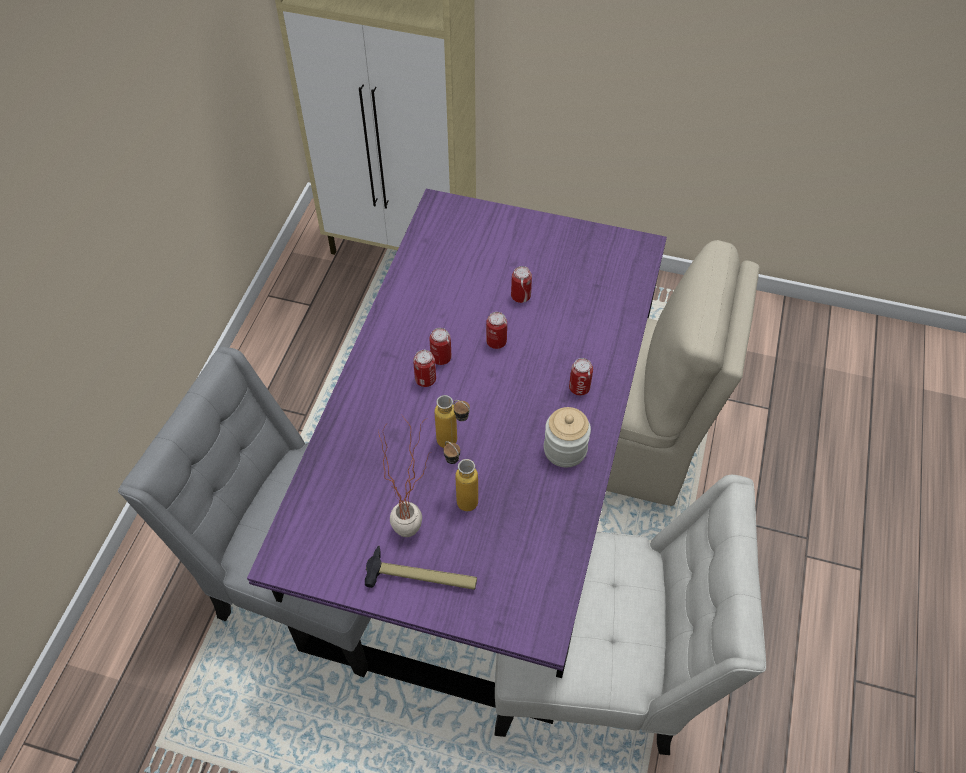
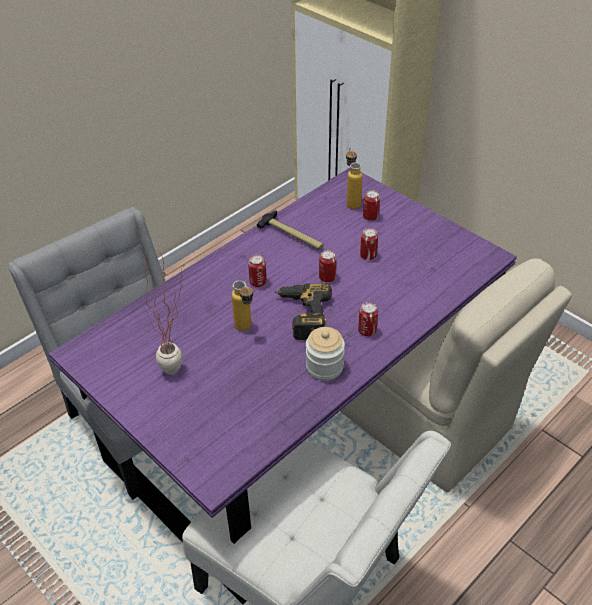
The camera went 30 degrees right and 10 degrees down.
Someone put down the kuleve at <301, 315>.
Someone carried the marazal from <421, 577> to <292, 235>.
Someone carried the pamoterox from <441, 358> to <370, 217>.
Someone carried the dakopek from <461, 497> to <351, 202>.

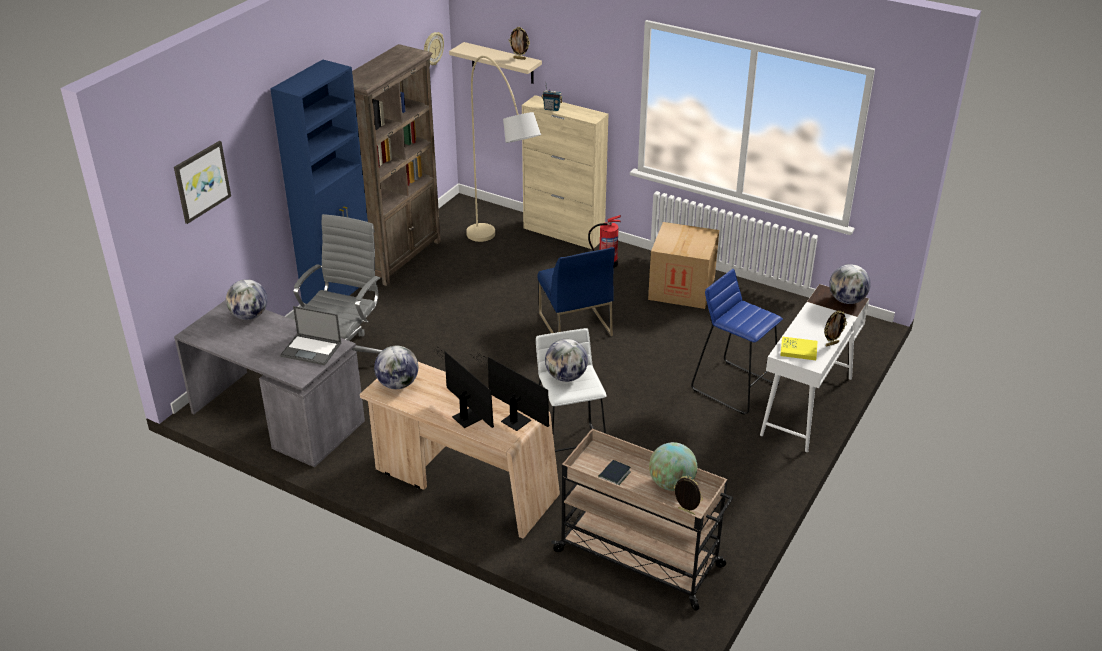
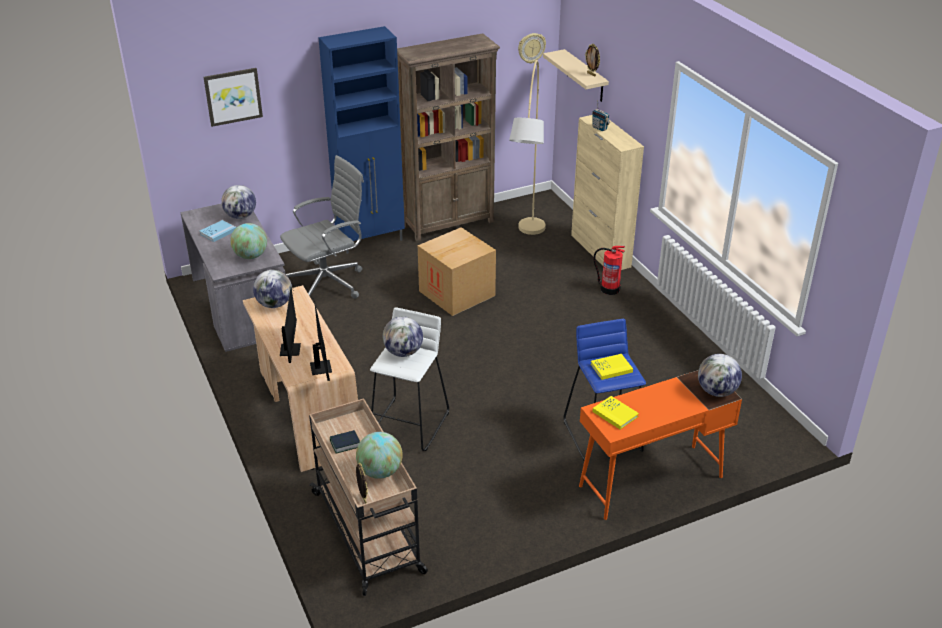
The camera went 35 degrees right and 0 degrees up.
Someone took away the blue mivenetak at <574, 324>.
Someone took away the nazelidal at <831, 344>.
Someone put down the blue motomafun at <218, 232>.
Someone put down the yellow motomafun at <611, 368>.
Someone carried the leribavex from <681, 288> to <457, 293>.
Someone swapped the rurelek at <312, 349> for the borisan at <251, 256>.
Someone repainted the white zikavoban at <807, 406>, which became the orange zikavoban at <650, 481>.

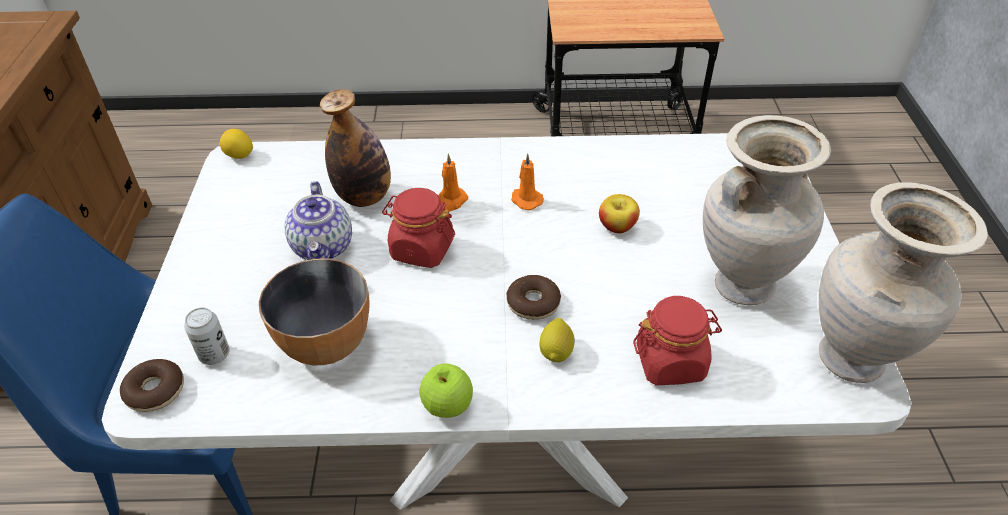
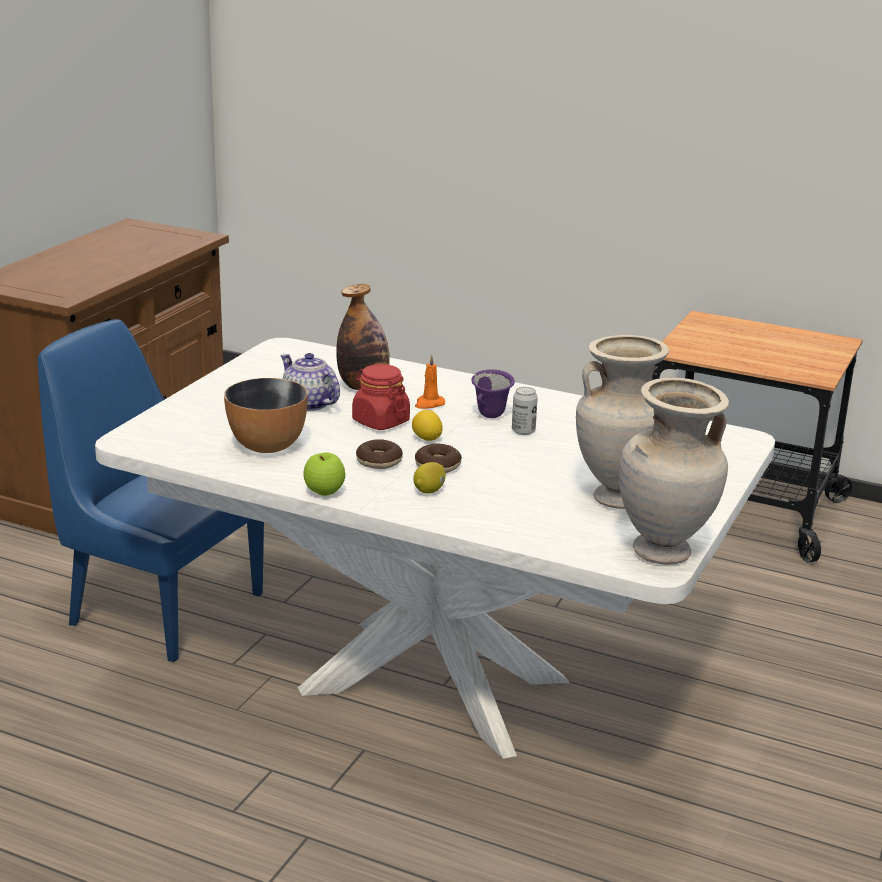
The camera went 25 degrees right and 20 degrees down.
Someone took away the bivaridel at <617, 226>.
Someone took away the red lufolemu at <671, 362>.
Someone carried the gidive from <155, 391> to <379, 461>.
Someone carried the pamoterox from <214, 355> to <523, 431>.
Someone carried the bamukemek from <239, 156> to <426, 439>.
Someone swapped the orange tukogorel at <525, 200> for the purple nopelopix at <491, 417>.
Someone rotated the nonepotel at <324, 247> by 120 degrees clockwise.

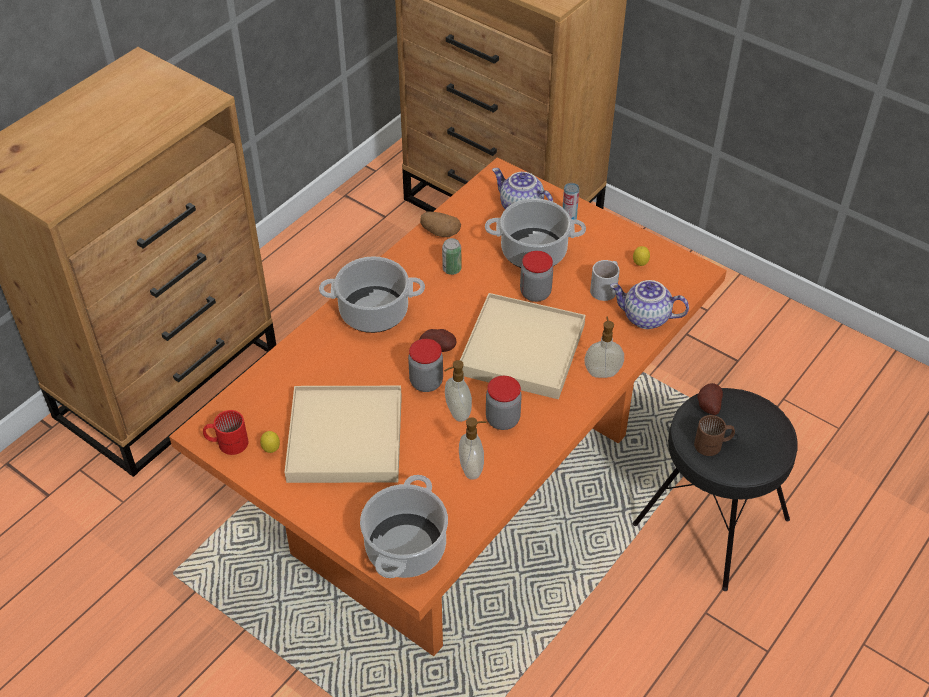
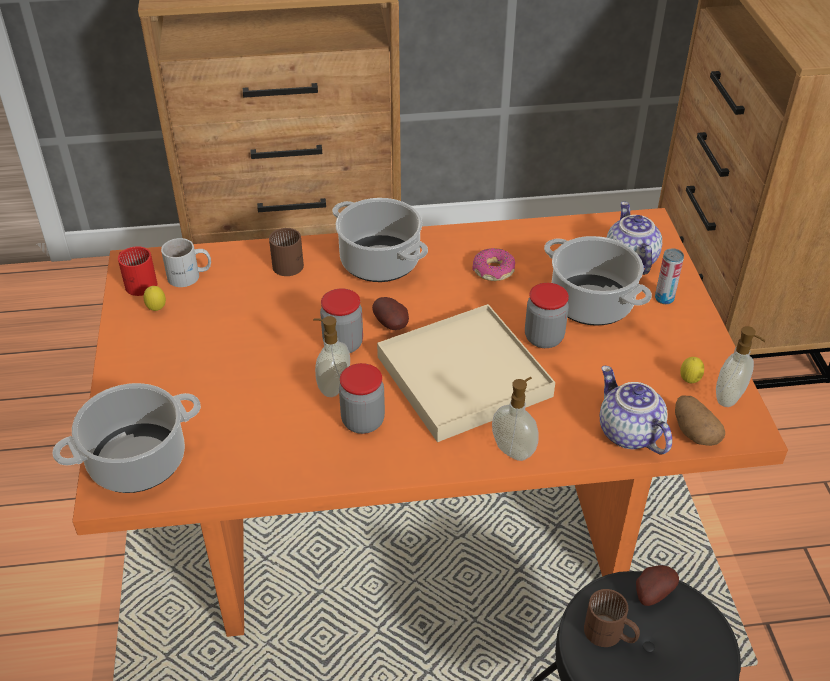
The camera went 45 degrees right and 5 degrees down.
Someone took away the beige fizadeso at <345, 438>.
Someone put down the brown nopelopix at <290, 262>.
Someone carried the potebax from <440, 232> to <693, 432>.
Someone carried the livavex from <472, 469> to <730, 398>.
Someone carried the white nopelopix from <606, 288> to <190, 276>.
Someone swapped the pamoterox at <452, 269> for the gidive at <493, 271>.

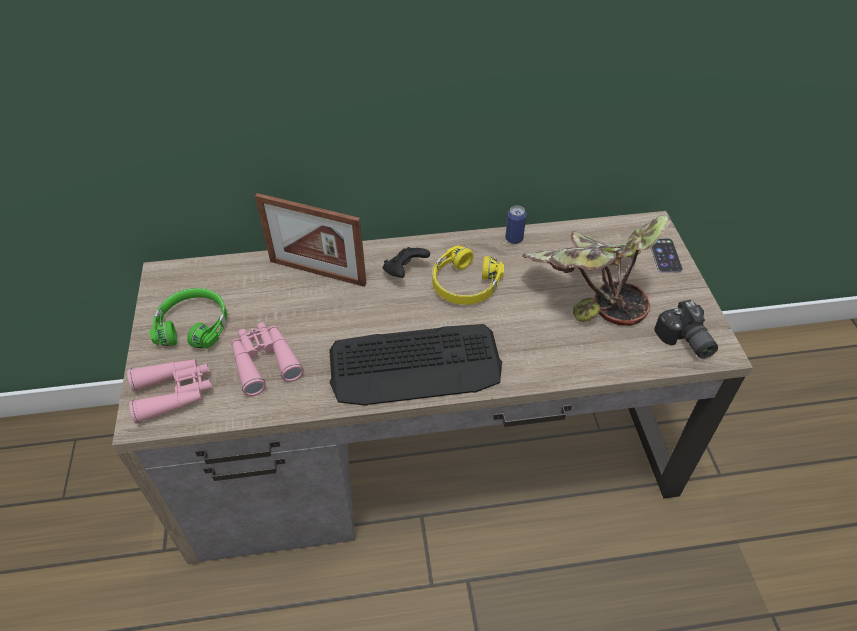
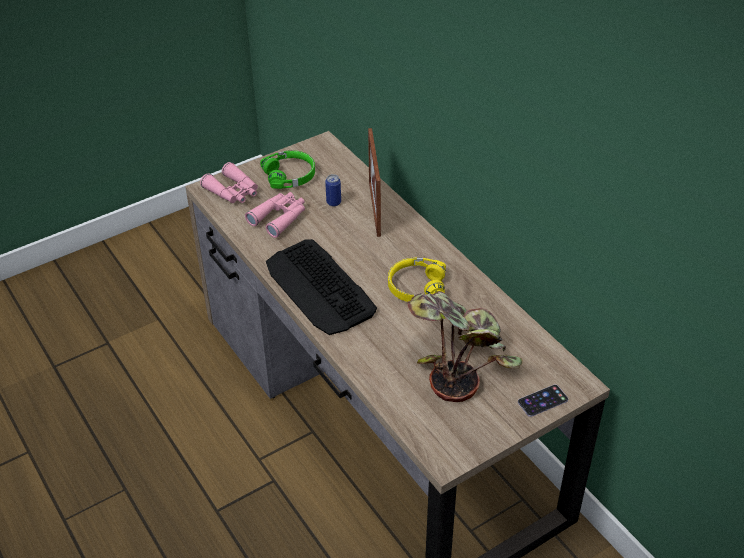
The camera went 65 degrees right and 5 degrees down.
Someone took away the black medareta at <404, 271>.
Someone took away the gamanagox at <684, 341>.
Someone carried the pamoterox from <514, 239> to <333, 202>.

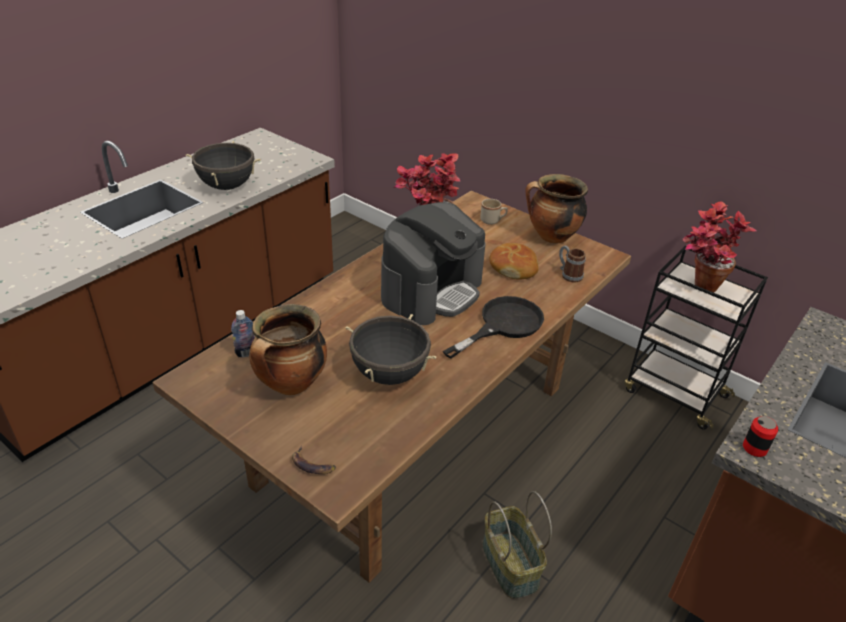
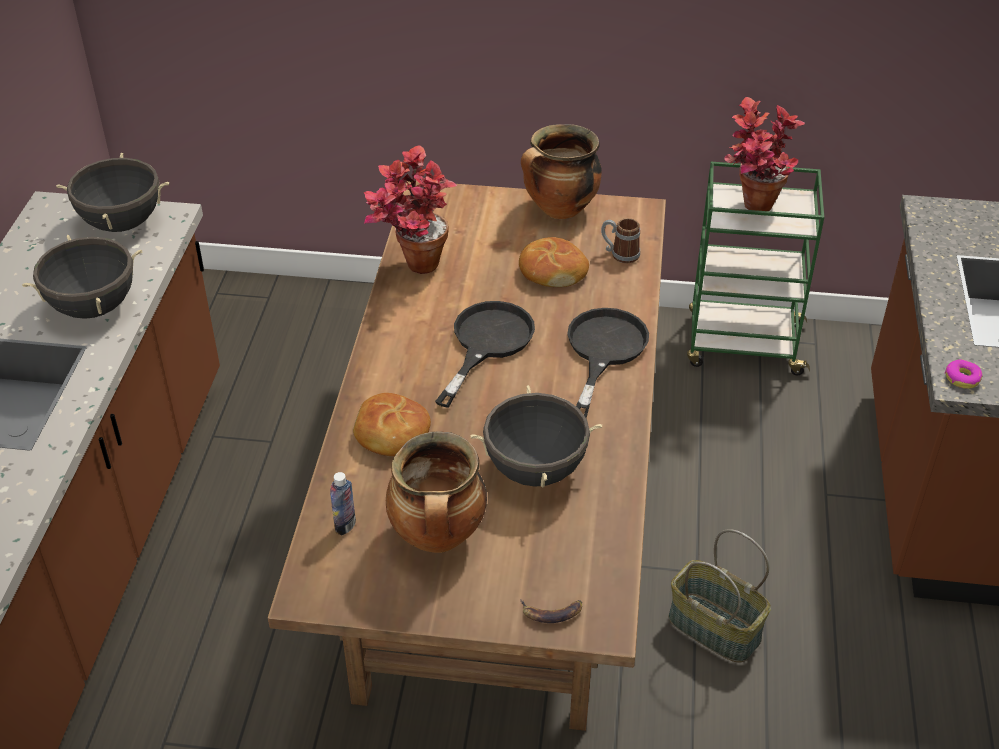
The camera went 30 degrees left and 5 degrees up.
Someone took away the beige nopelopix at <492, 221>.
Someone put down the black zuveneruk at <122, 223>.
Someone put down the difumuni at <391, 434>.
Someone swapped the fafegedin at <432, 291> for the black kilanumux at <487, 343>.
Someone swapped the pamoterox at <754, 448> for the gidive at <962, 378>.
Someone repainted the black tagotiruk at <673, 393>, which became the green tagotiruk at <742, 345>.

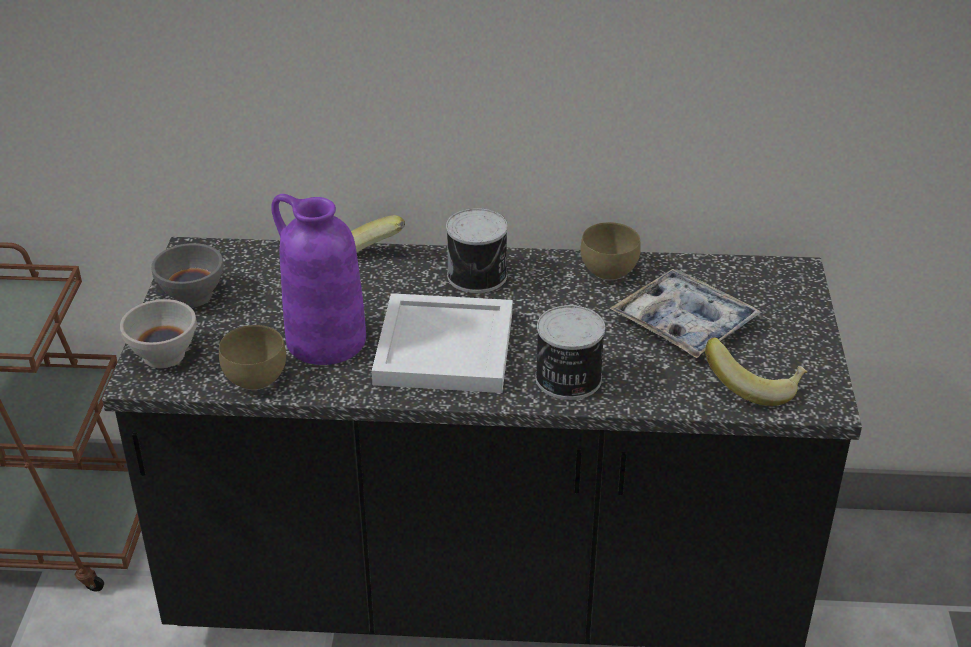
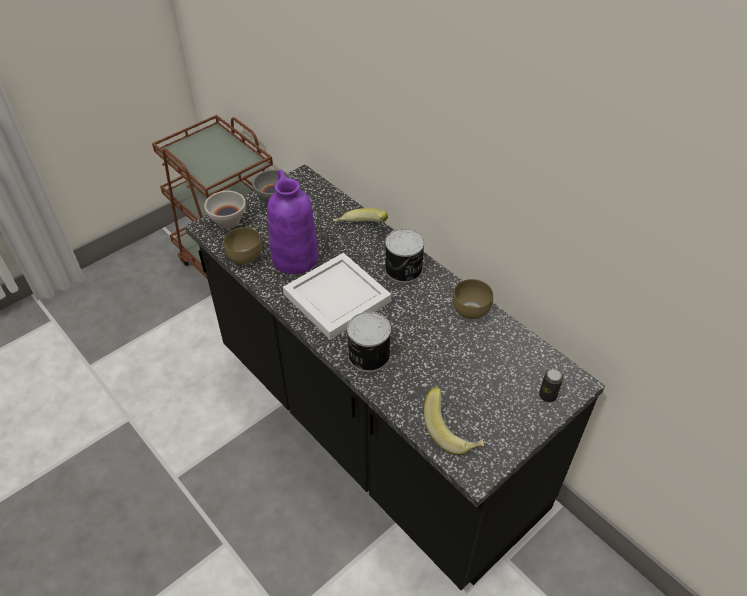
The camera went 45 degrees right and 10 degrees up.
Someone took away the fizadeso at <684, 323>.
Someone put down the pamoterox at <547, 395>.

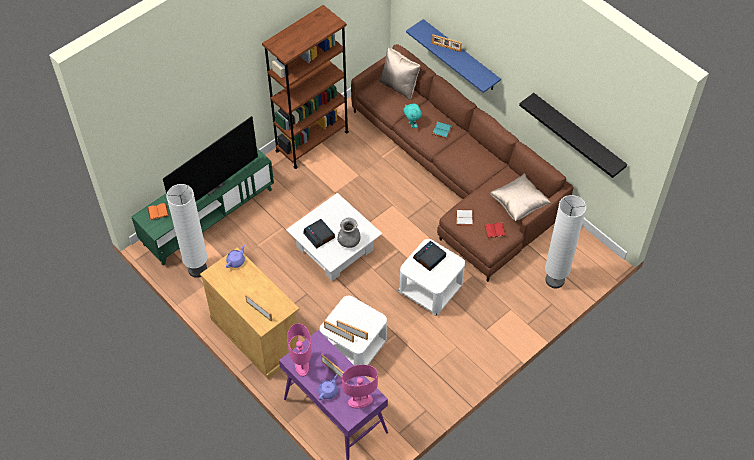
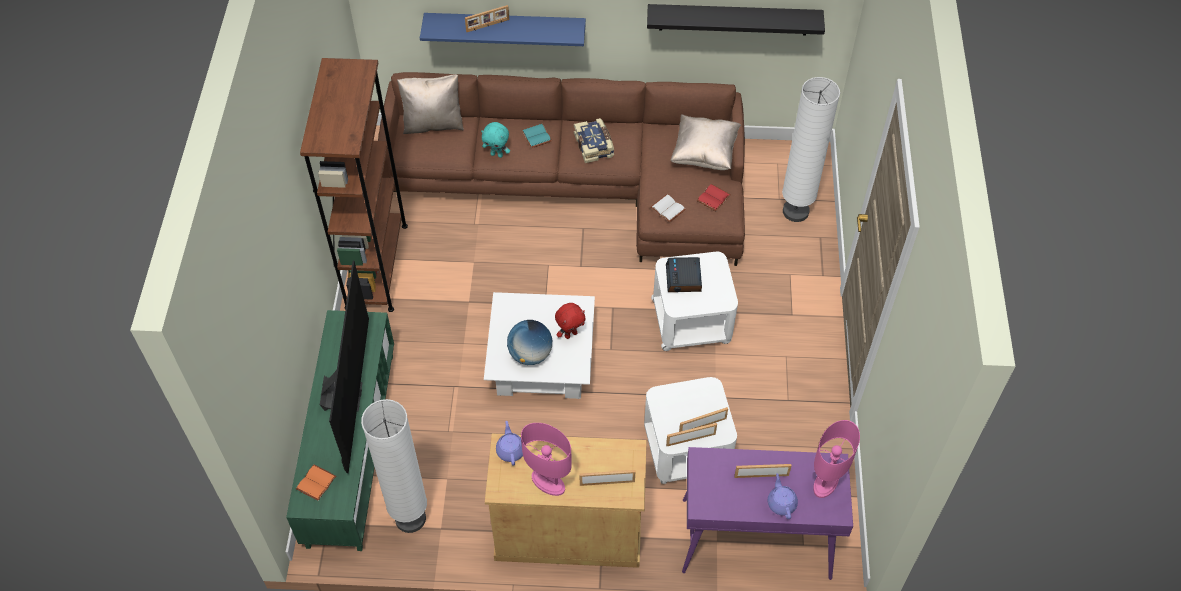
The camera went 45 degrees left and 0 degrees up.
Someone put down the motomafun at <594, 145>.
Someone carried the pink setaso from <301, 365> to <547, 483>.
Someone swapped the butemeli at <319, 235> for the borisan at <530, 354>.
Someone swapped the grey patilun at <349, 241> for the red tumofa at <570, 334>.

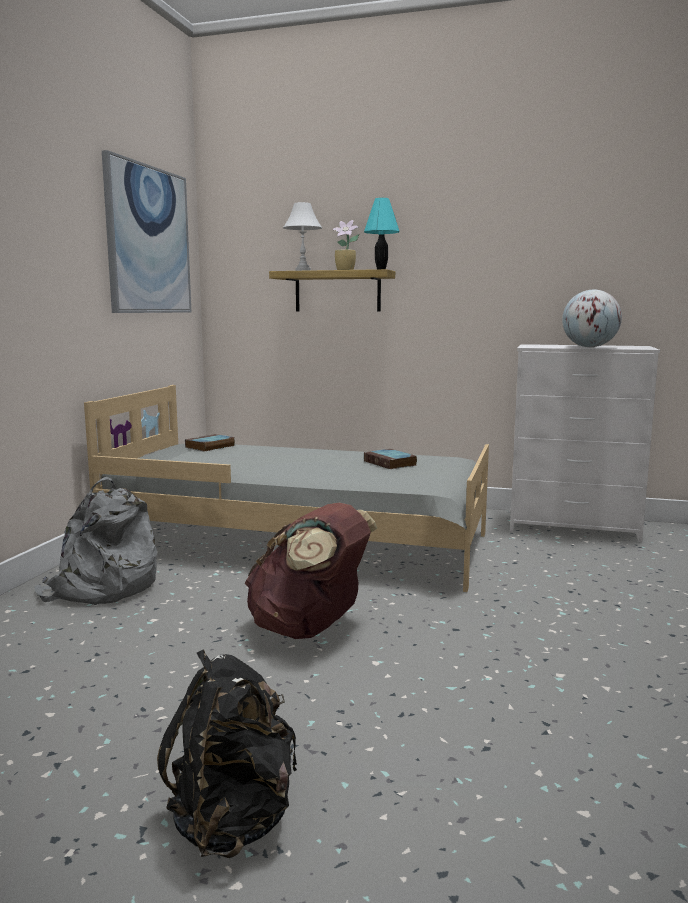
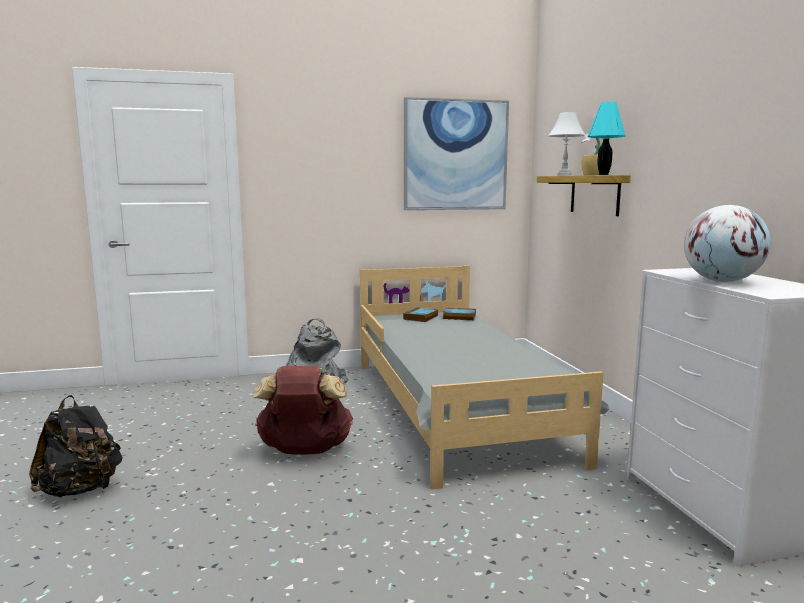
The camera went 60 degrees right and 0 degrees up.
Someone carried the motomafun from <391, 463> to <420, 318>.

